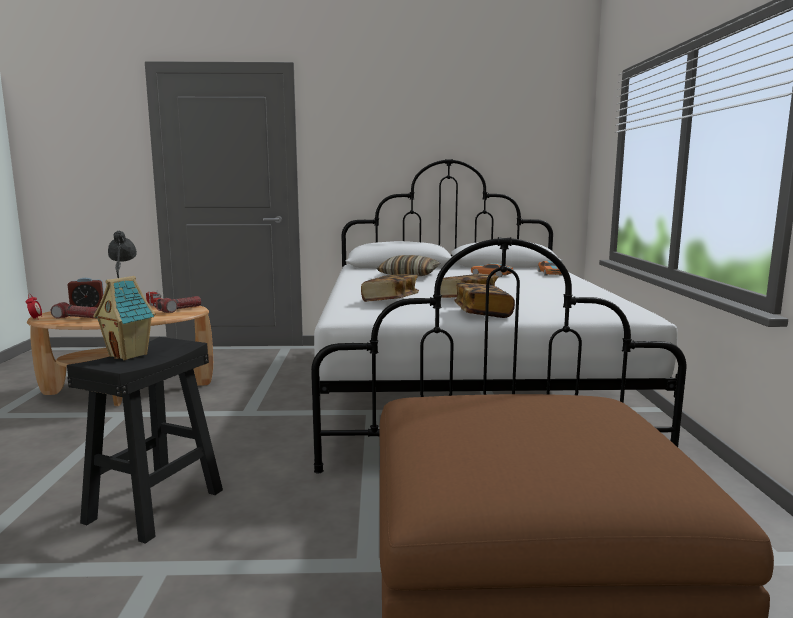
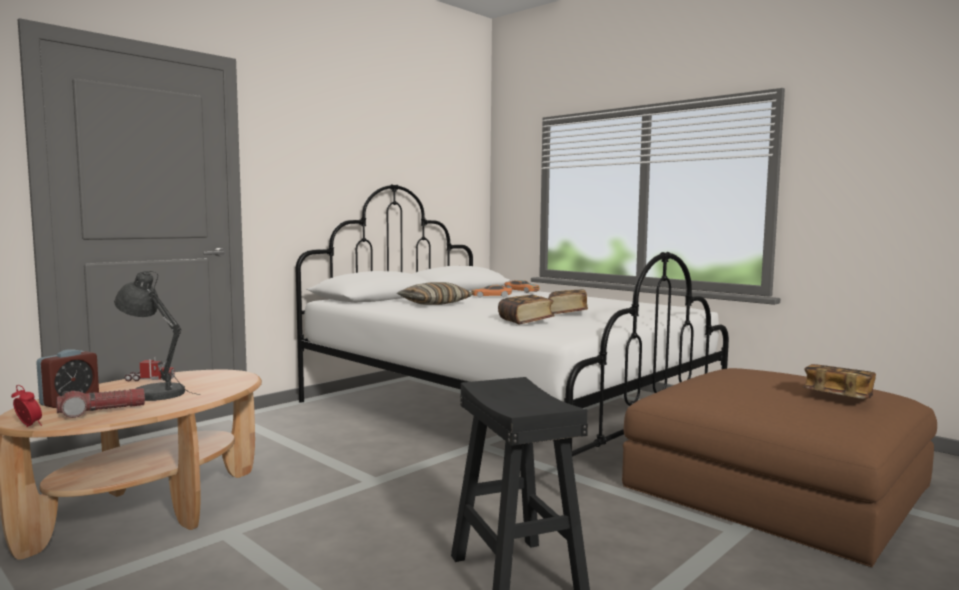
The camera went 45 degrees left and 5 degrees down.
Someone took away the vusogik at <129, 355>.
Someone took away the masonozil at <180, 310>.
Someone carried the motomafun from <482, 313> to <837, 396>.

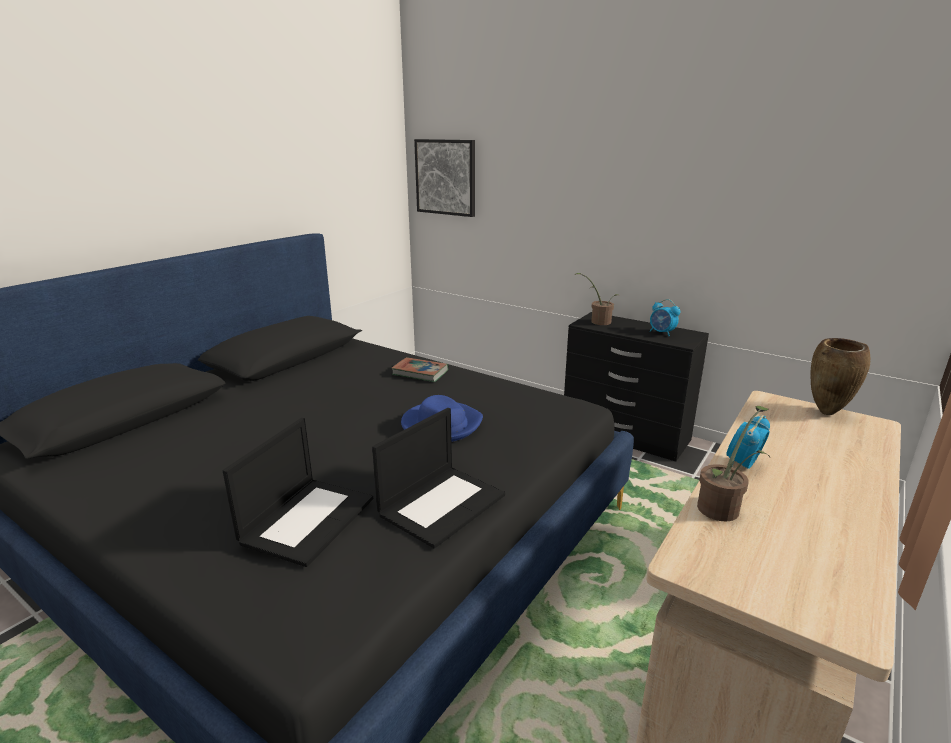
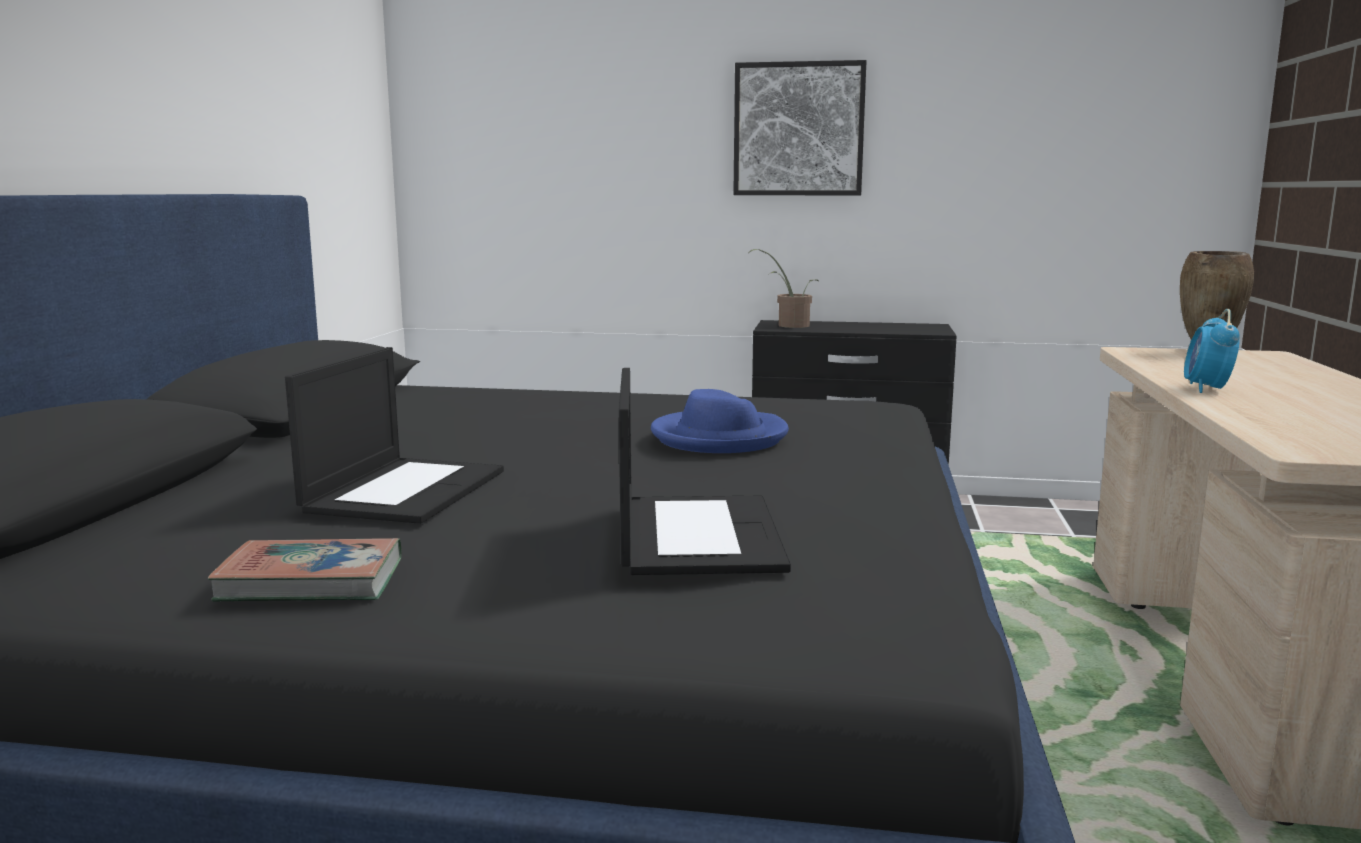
The camera went 25 degrees left and 10 degrees down.
Someone took away the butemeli at <662, 333>.
Someone took away the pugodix at <722, 507>.
Someone carried the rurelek from <442, 504> to <405, 490>.
Someone carried the motomafun from <420, 373> to <312, 581>.
Someone carried the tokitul from <446, 177> to <798, 129>.

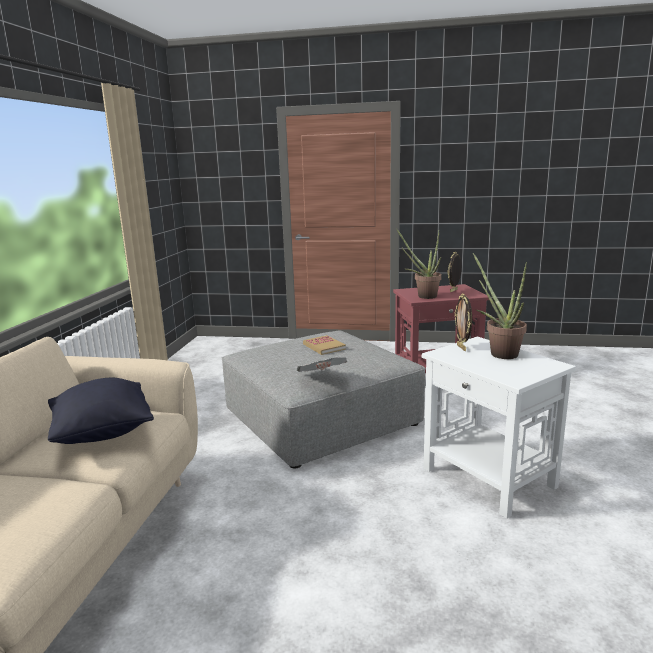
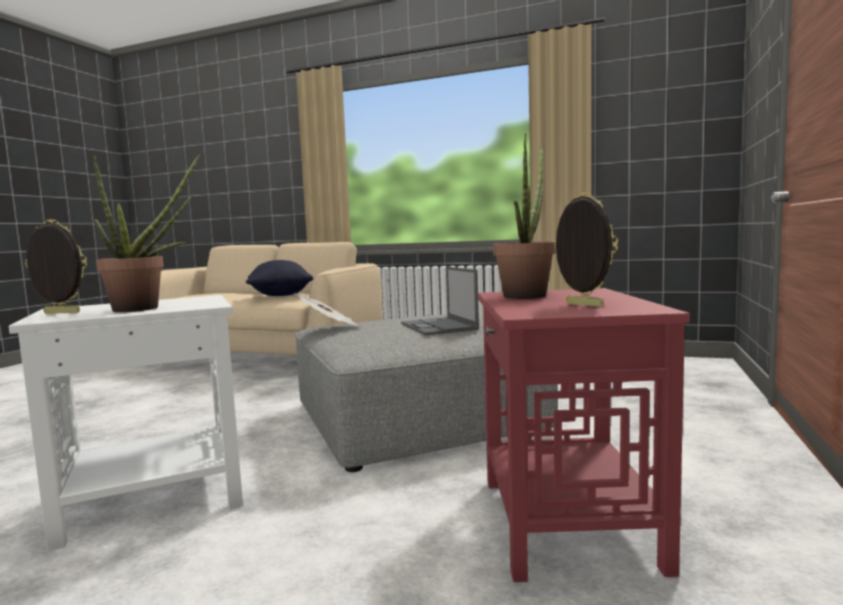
The camera went 100 degrees right and 10 degrees down.
Someone carried the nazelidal from <462, 348> to <60, 313>.
Someone swapped the motomafun at <324, 347> for the rurelek at <439, 327>.

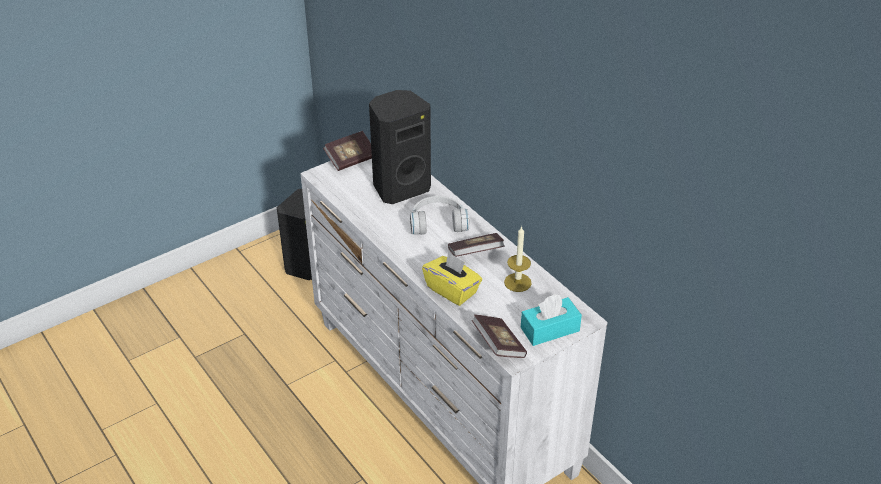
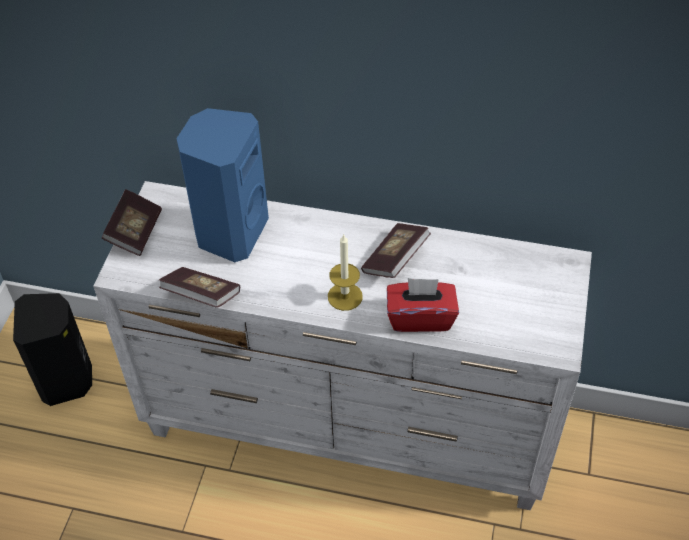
The camera went 40 degrees left and 10 degrees up.
Someone took away the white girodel at <438, 222>.
Someone took away the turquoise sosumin at <550, 329>.
Someone carried the motomafun from <498, 345> to <201, 296>.
Someone carried the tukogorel from <517, 282> to <345, 296>.
Someone repainted the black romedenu at <400, 187>, which became the blue romedenu at <230, 233>.
Someone repainted the yellow sosumin at <452, 290>, which became the red sosumin at <420, 317>.

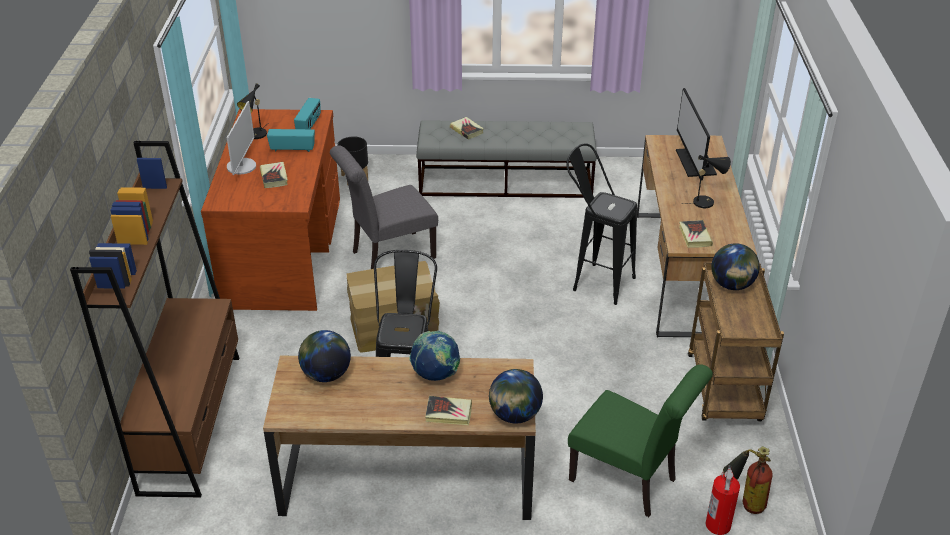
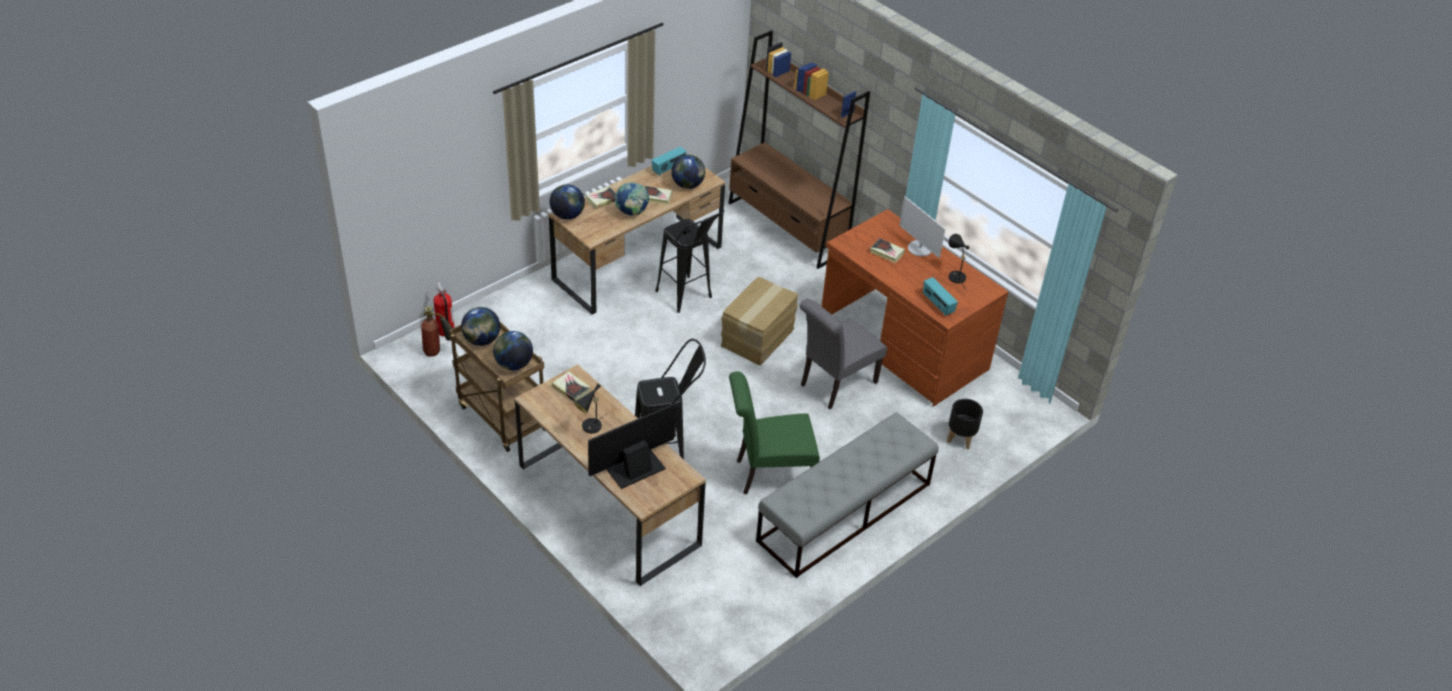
The camera went 135 degrees right and 5 degrees up.
Someone put down the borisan at <482, 340>.
Someone carried the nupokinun from <292, 149> to <669, 168>.
Someone carried the motomafun from <466, 130> to <656, 197>.
Someone carried the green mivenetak from <629, 482> to <768, 474>.
Someone rotated the grey mivenetak at <388, 255> by 150 degrees counterclockwise.
Someone rotated the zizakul at <694, 162> by 75 degrees counterclockwise.

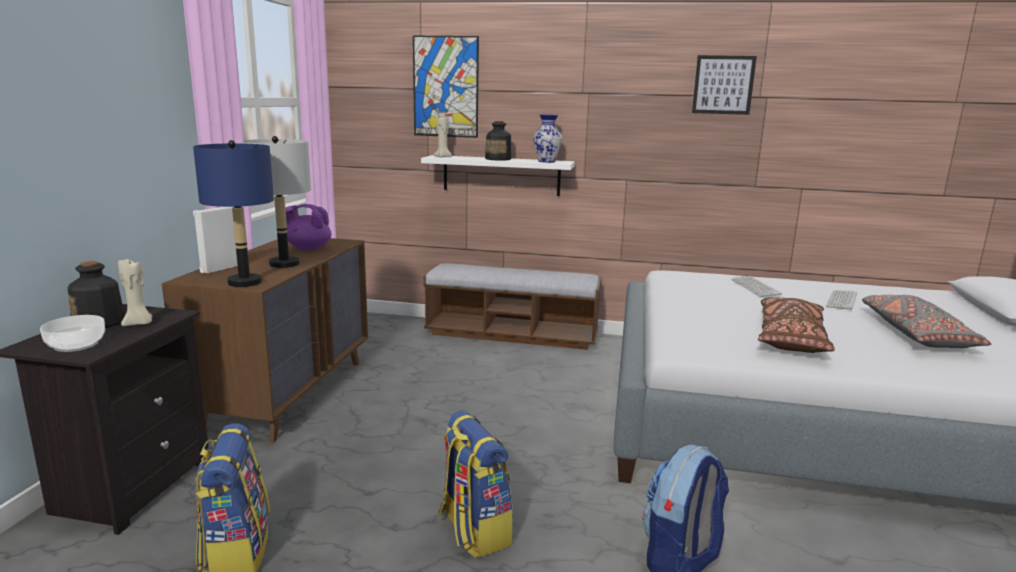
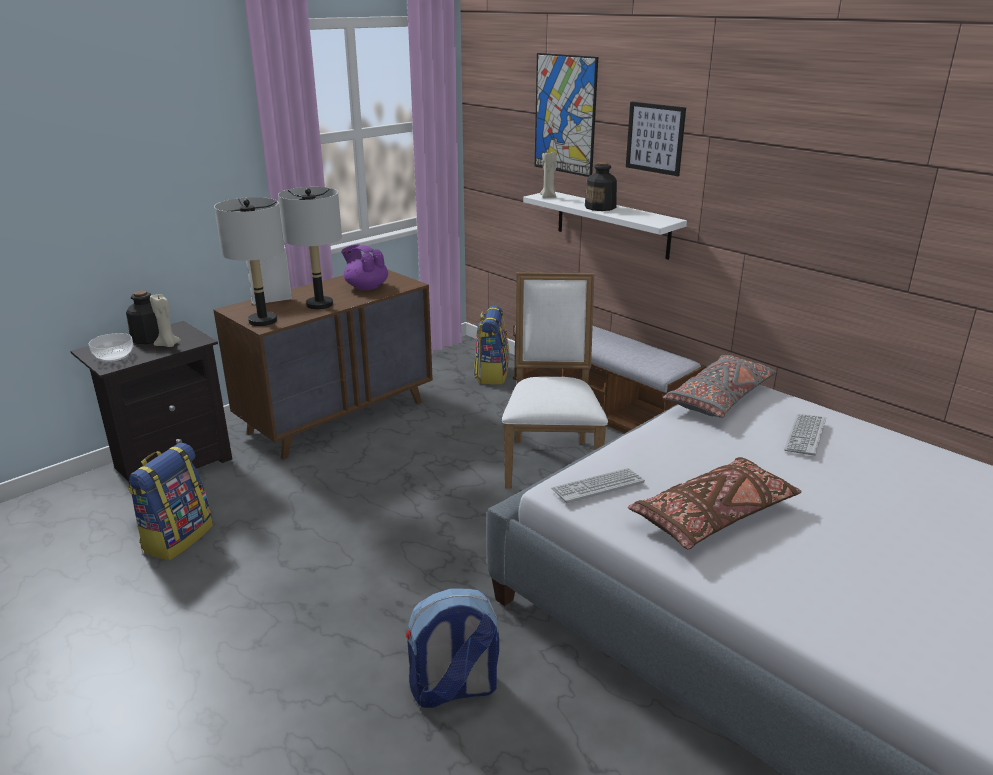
The camera went 35 degrees right and 10 degrees up.
Someone took away the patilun at <547, 161>.
Someone put down the white mivenetak at <551, 460>.
Someone carried the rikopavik from <473, 530> to <491, 374>.
Someone carried the tokitul from <723, 85> to <655, 138>.
Someone carried the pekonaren from <841, 301> to <598, 486>.
Someone carried the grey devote from <915, 334> to <720, 398>.
Someone repainted the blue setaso at <245, 282>, which became the grey setaso at <263, 321>.

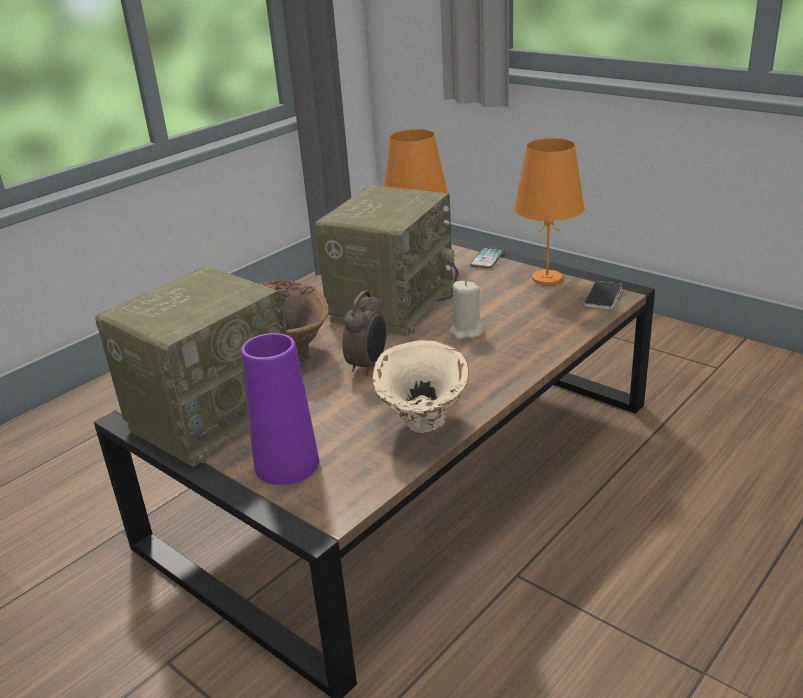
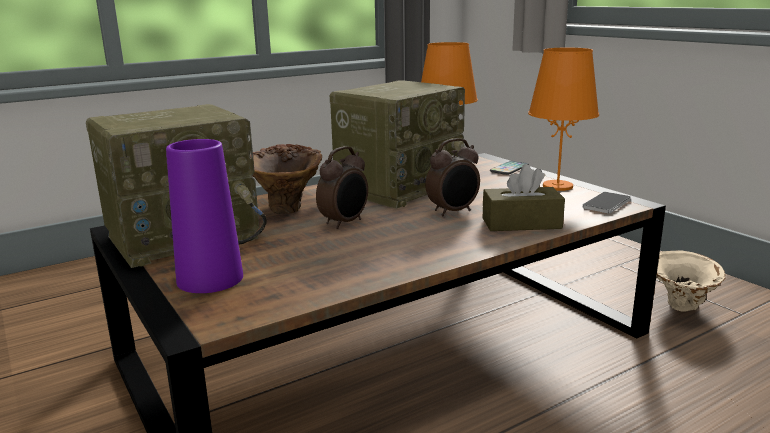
The camera went 15 degrees right and 10 degrees down.
Someone put down the brown sosumin at <521, 223>.
Someone carried the beige patilun from <422, 427> to <680, 308>.
Someone swapped the beige tukogorel at <466, 332> for the butemeli at <453, 212>.

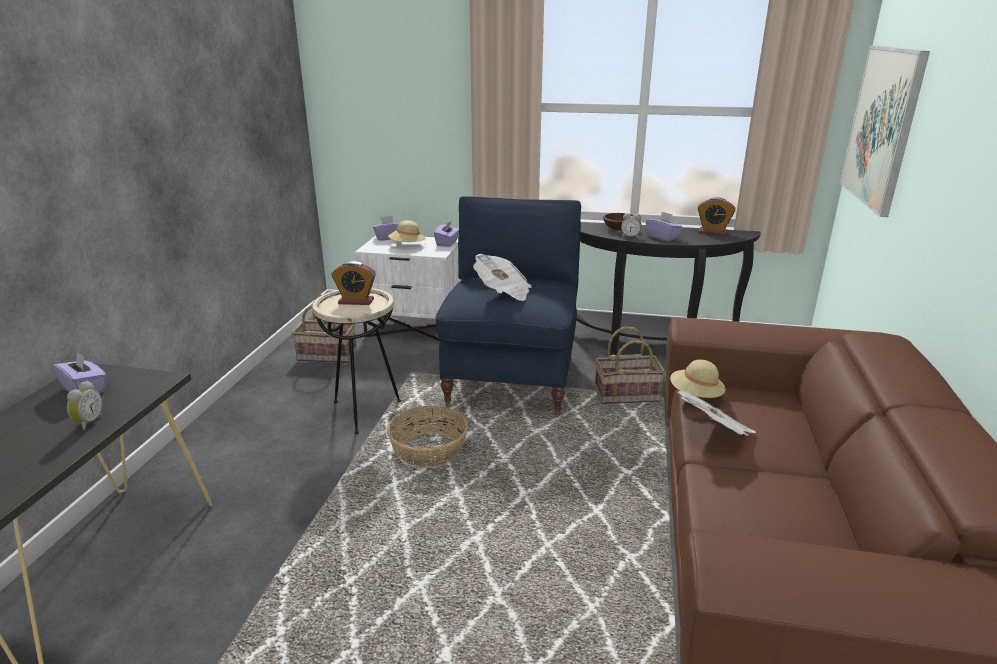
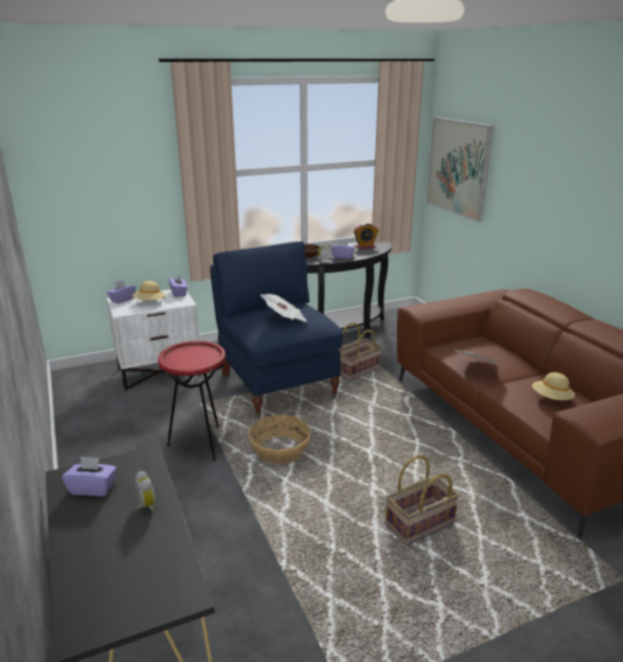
The camera went 35 degrees left and 0 degrees up.
Someone took away the butemeli at <356, 301>.
Someone carried the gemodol from <326, 356> to <420, 525>.
Someone carried the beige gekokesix from <695, 395> to <551, 399>.
Someone repainted the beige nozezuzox at <364, 412>, which became the red nozezuzox at <200, 443>.

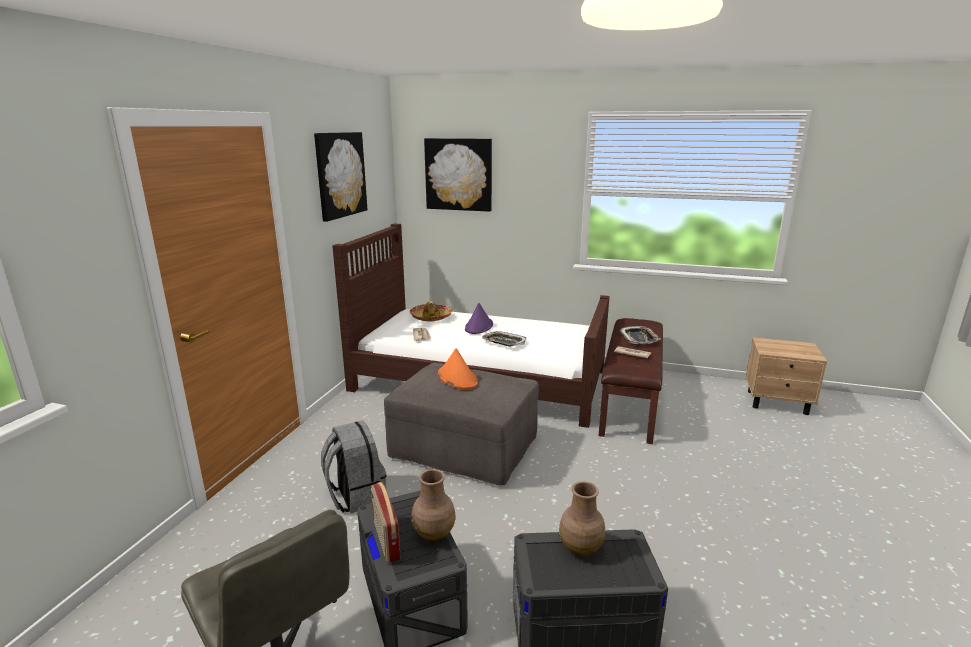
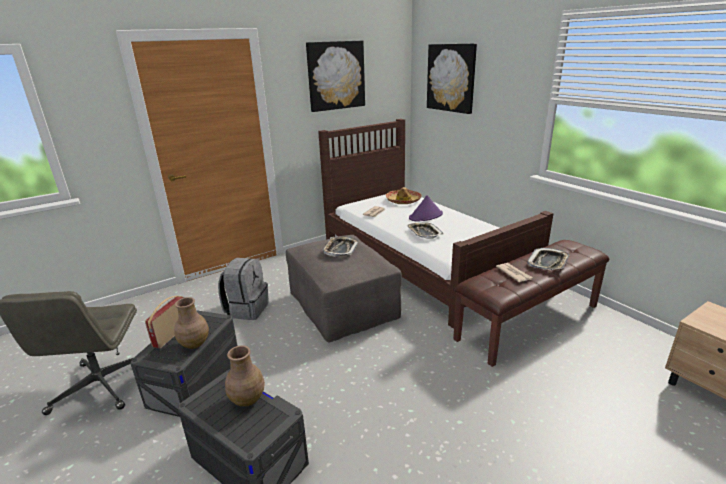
The camera went 40 degrees right and 5 degrees up.
Someone swapped the orange gekokesix at <457, 378> for the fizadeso at <340, 249>.

